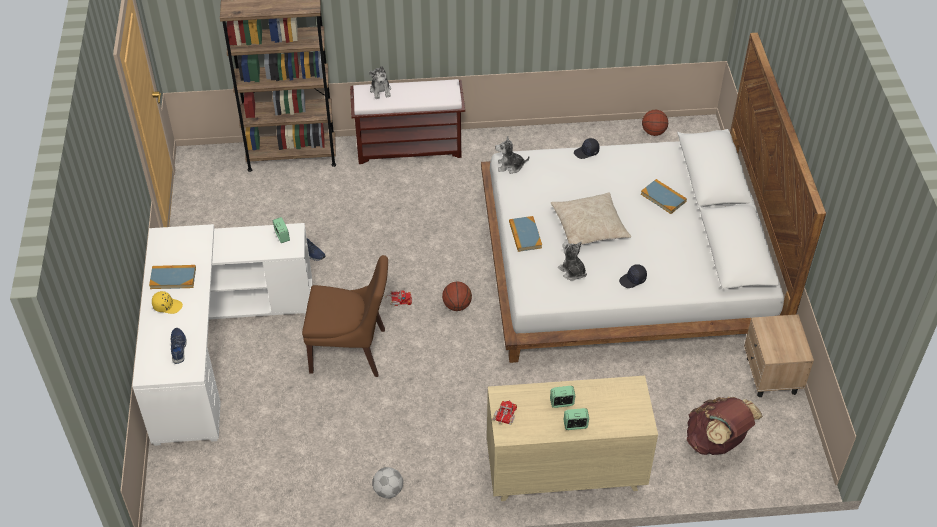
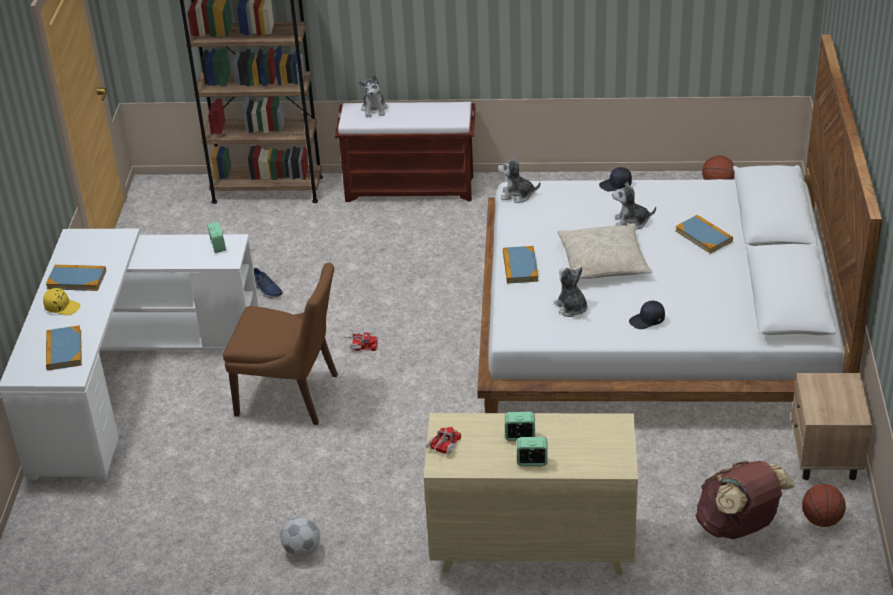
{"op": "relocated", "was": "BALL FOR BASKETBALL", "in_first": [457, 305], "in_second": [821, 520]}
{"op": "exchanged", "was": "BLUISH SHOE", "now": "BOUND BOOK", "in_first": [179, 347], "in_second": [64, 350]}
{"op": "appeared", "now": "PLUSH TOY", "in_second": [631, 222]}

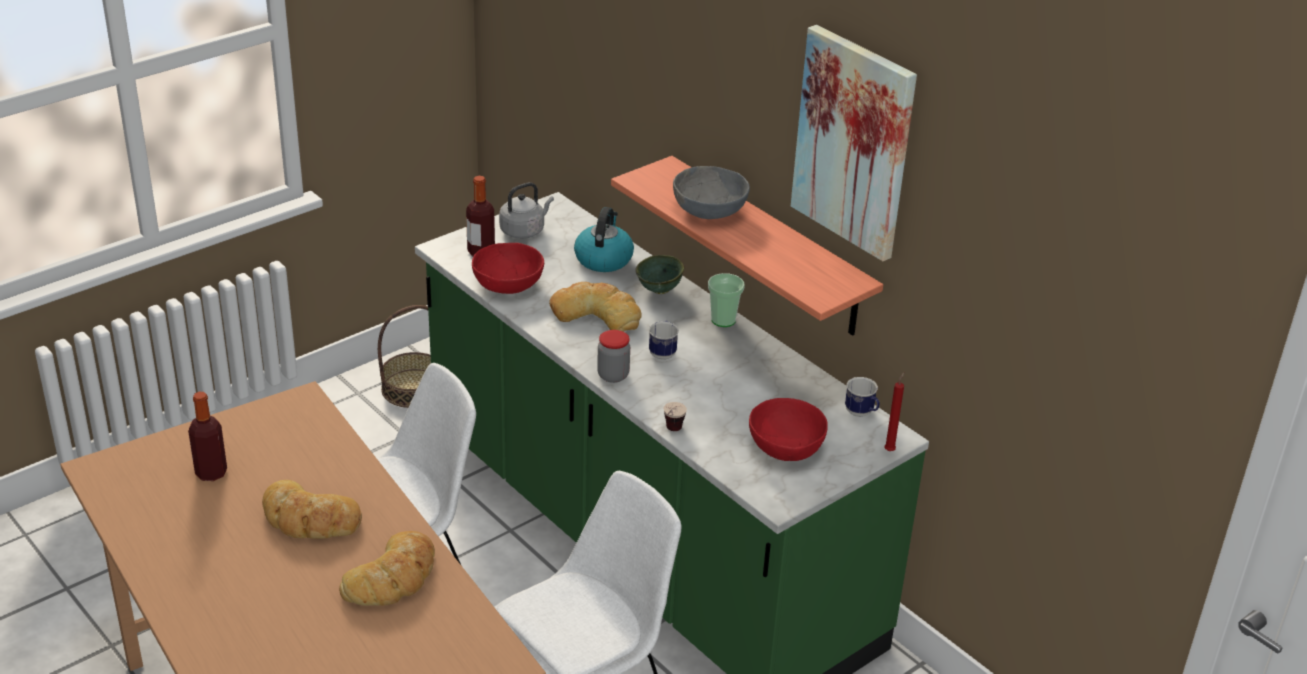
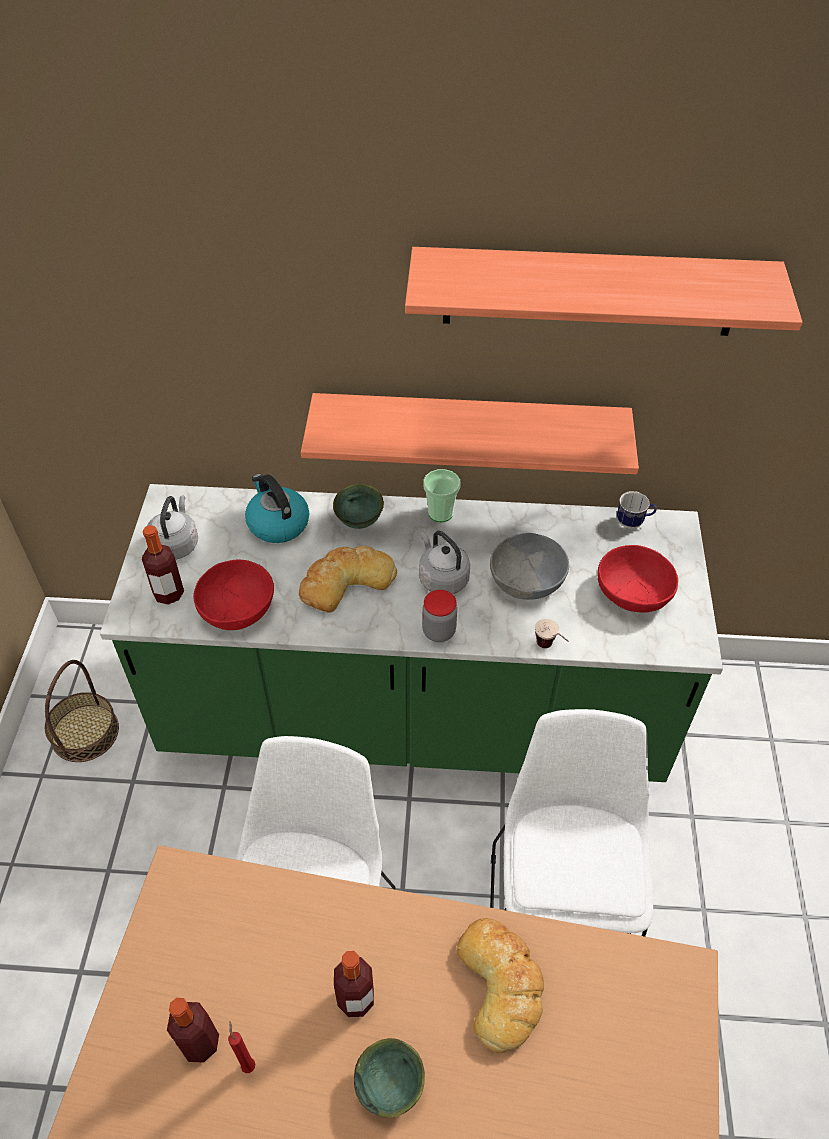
{"op": "exchanged", "was": "WALL PICTURE", "now": "WALL SHELF", "in_first": [854, 142], "in_second": [590, 292]}
{"op": "relocated", "was": "GREY DEEP DISH", "in_first": [709, 211], "in_second": [527, 581]}
{"op": "exchanged", "was": "MUG", "now": "GREY TEA KETTLE", "in_first": [663, 352], "in_second": [442, 578]}
{"op": "relocated", "was": "REDDISH WAX CANDLE", "in_first": [890, 450], "in_second": [248, 1064]}
{"op": "exchanged", "was": "BREAD", "now": "DRINK BOTTLE", "in_first": [309, 519], "in_second": [355, 999]}
{"op": "appeared", "now": "GREEN DEEP DISH", "in_second": [391, 1087]}

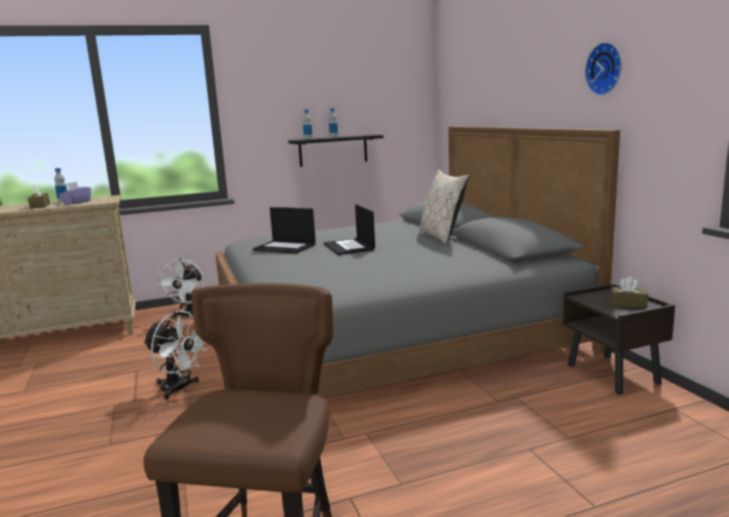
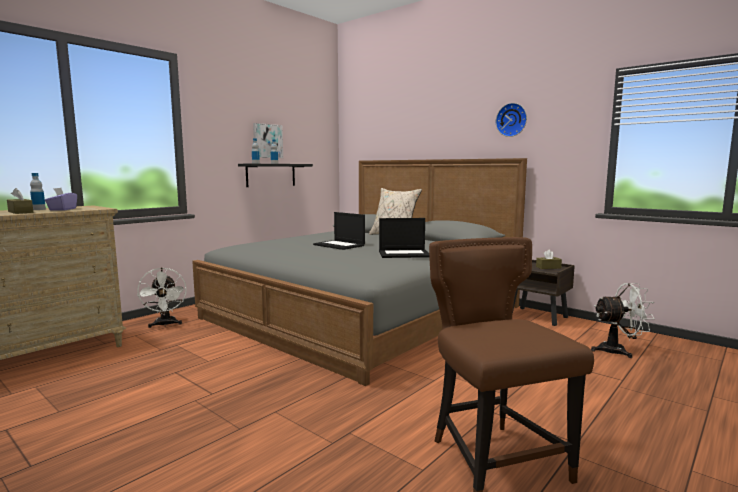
{"op": "relocated", "was": "NOTEBOOK COMPUTER", "in_first": [285, 247], "in_second": [404, 254]}
{"op": "relocated", "was": "WHITISH ELECTRIC FAN", "in_first": [180, 389], "in_second": [618, 351]}
{"op": "appeared", "now": "WALL PICTURE", "in_second": [267, 141]}

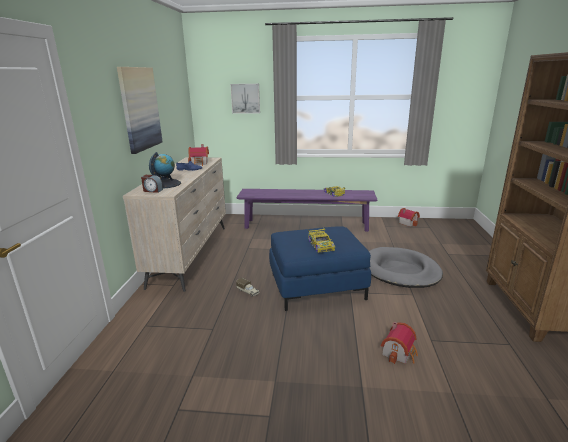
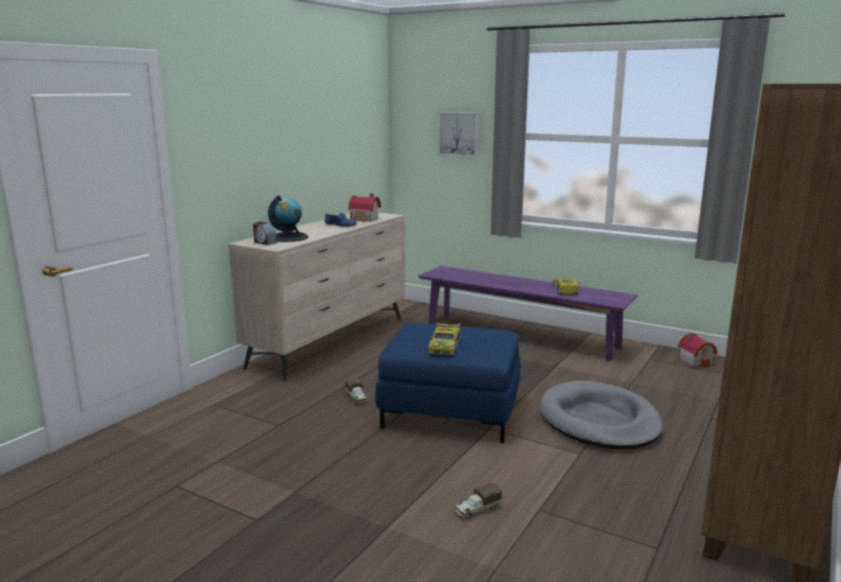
{"op": "missing", "was": "WALL PICTURE", "in_first": [140, 109]}
{"op": "exchanged", "was": "MINIATURE HOUSE", "now": "TOY LORRY", "in_first": [399, 352], "in_second": [477, 509]}

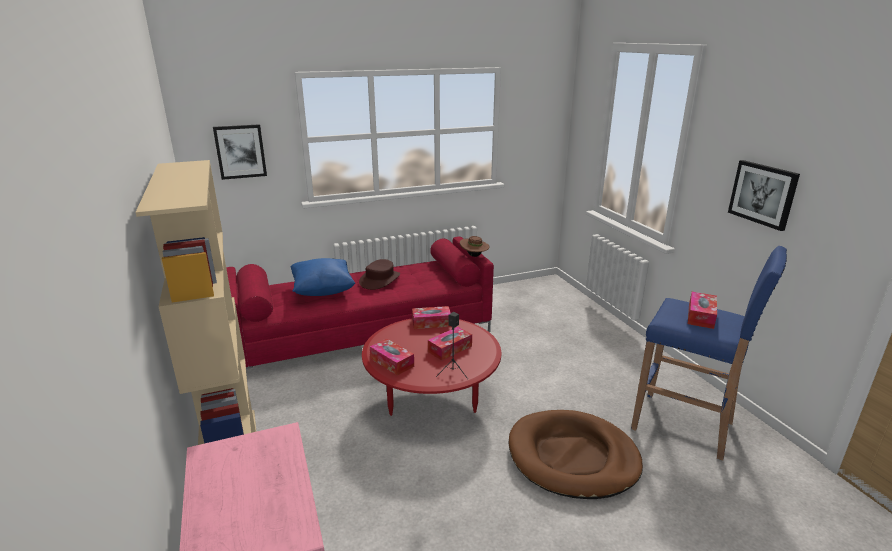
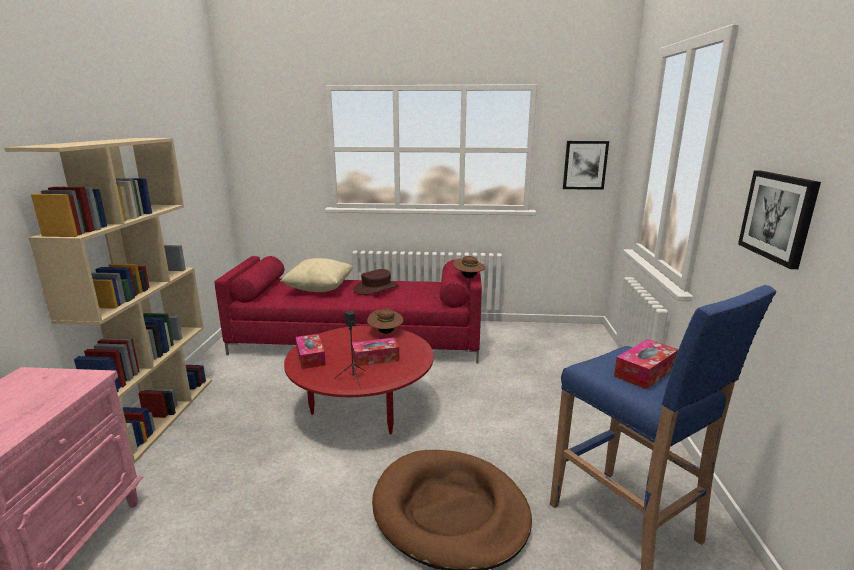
{"op": "relocated", "was": "WALL PICTURE", "in_first": [240, 151], "in_second": [585, 165]}
{"op": "colour", "was": "BLUISH PILLOW", "now": "BEIGE-COLOURED PILLOW", "in_first": [323, 291], "in_second": [319, 289]}
{"op": "exchanged", "was": "TISSUE BOX", "now": "BROWNISH HAT", "in_first": [431, 323], "in_second": [385, 332]}

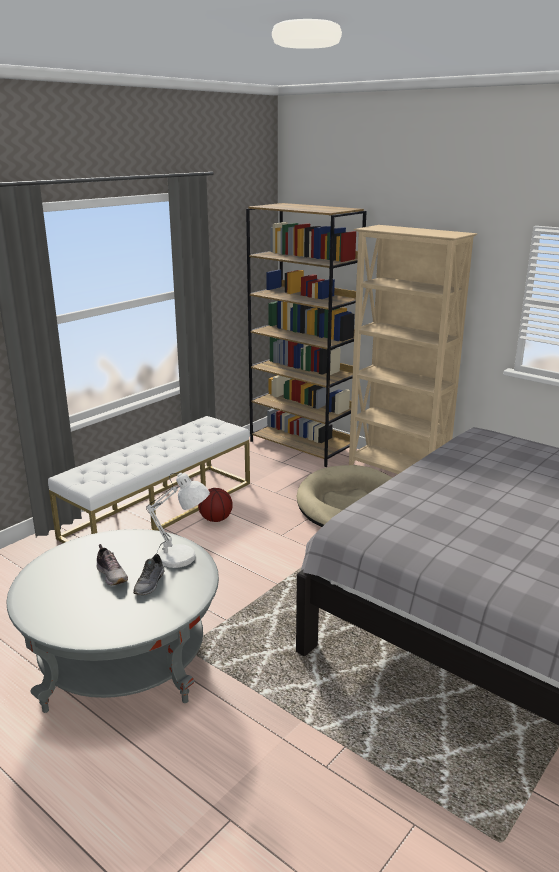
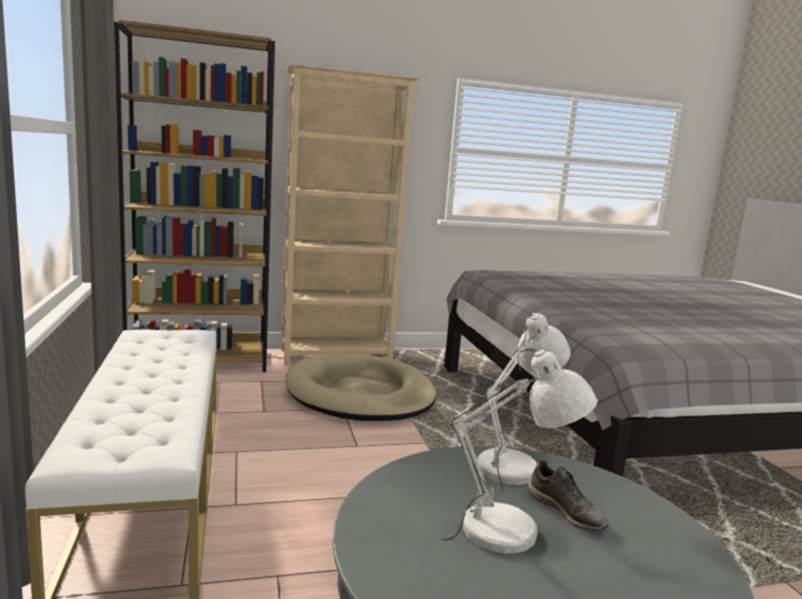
{"op": "missing", "was": "BALL FOR BASKETBALL", "in_first": [216, 519]}
{"op": "exchanged", "was": "SHOE", "now": "WHITISH TABLE LAMP", "in_first": [112, 575], "in_second": [510, 533]}

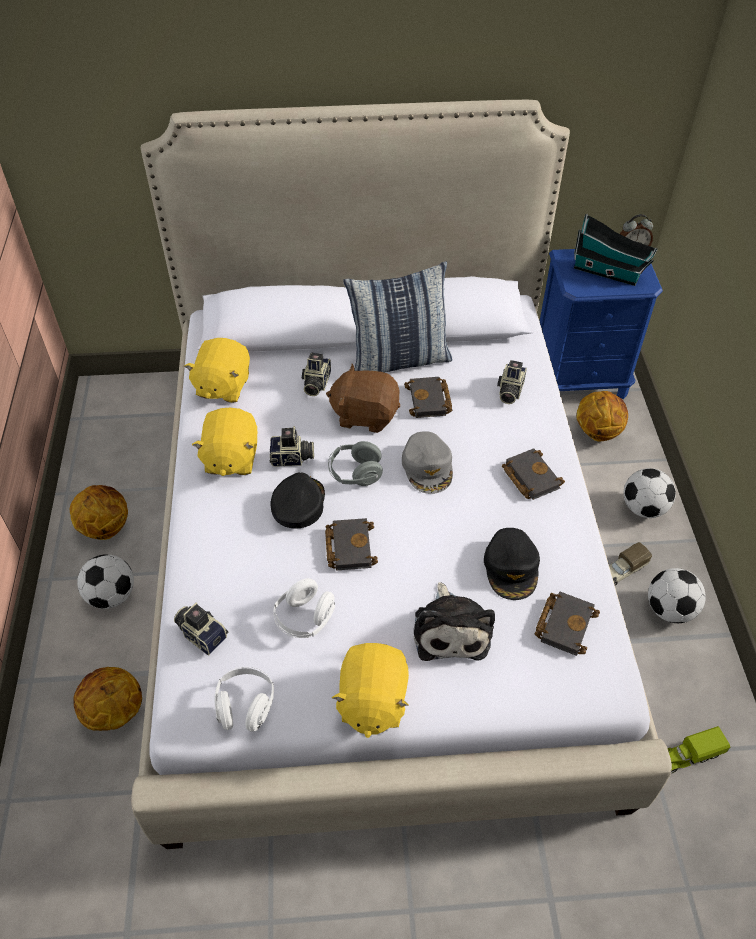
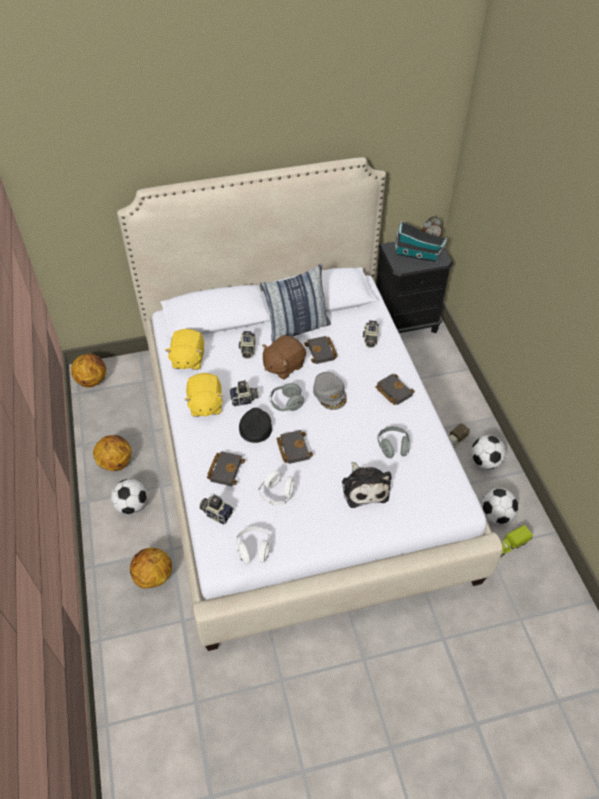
{"op": "colour", "was": "BLUISH NIGHT TABLE", "now": "BLACK NIGHT TABLE", "in_first": [580, 378], "in_second": [406, 323]}
{"op": "spun", "was": "BROWNISH PLUSH TOY", "in_first": [365, 414], "in_second": [283, 366], "clockwise": -45}
{"op": "relocated", "was": "BALL FOR BASKETBALL", "in_first": [597, 431], "in_second": [92, 380]}
{"op": "relocated", "was": "FOOTBALL", "in_first": [643, 508], "in_second": [496, 515]}
{"op": "exchanged", "was": "BLACK CAP", "now": "GREY PAIR OF HEADPHONES", "in_first": [512, 567], "in_second": [393, 447]}
{"op": "relocated", "was": "BLACK BOUND BOOK", "in_first": [564, 623], "in_second": [225, 469]}
{"op": "missing", "was": "YELLOWISH PLUSH TOY", "in_first": [372, 701]}

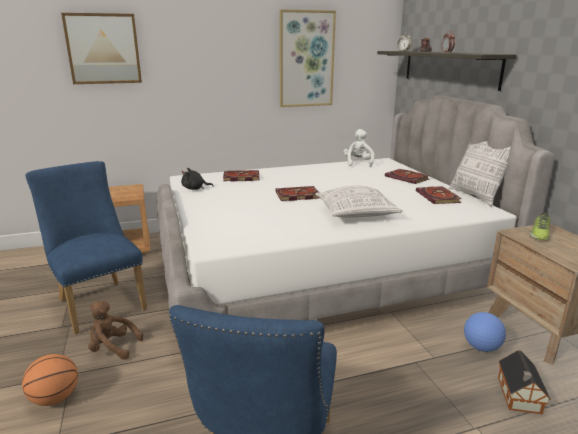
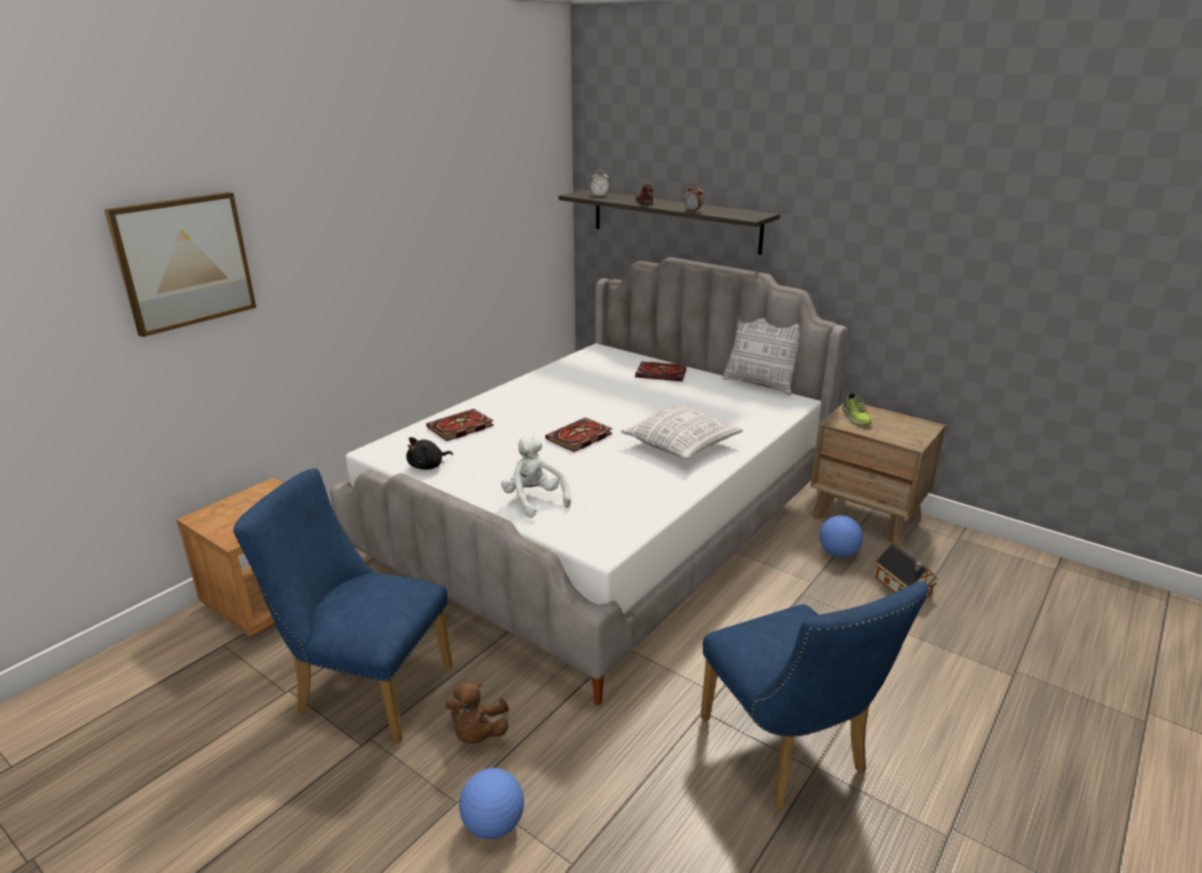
{"op": "missing", "was": "WALL PICTURE", "in_first": [306, 59]}
{"op": "relocated", "was": "WHITISH PLUSH TOY", "in_first": [358, 163], "in_second": [534, 500]}
{"op": "missing", "was": "BOUND BOOK", "in_first": [439, 197]}
{"op": "spun", "was": "BROWNISH PLUSH TOY", "in_first": [113, 348], "in_second": [477, 733], "clockwise": -60}
{"op": "exchanged", "was": "BALL FOR BASKETBALL", "now": "FOOTBALL", "in_first": [55, 398], "in_second": [493, 825]}

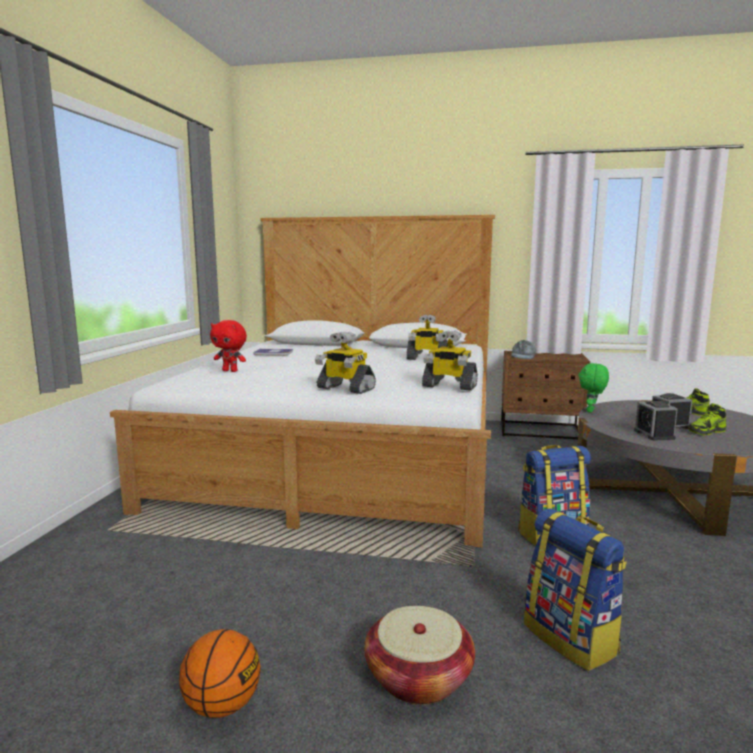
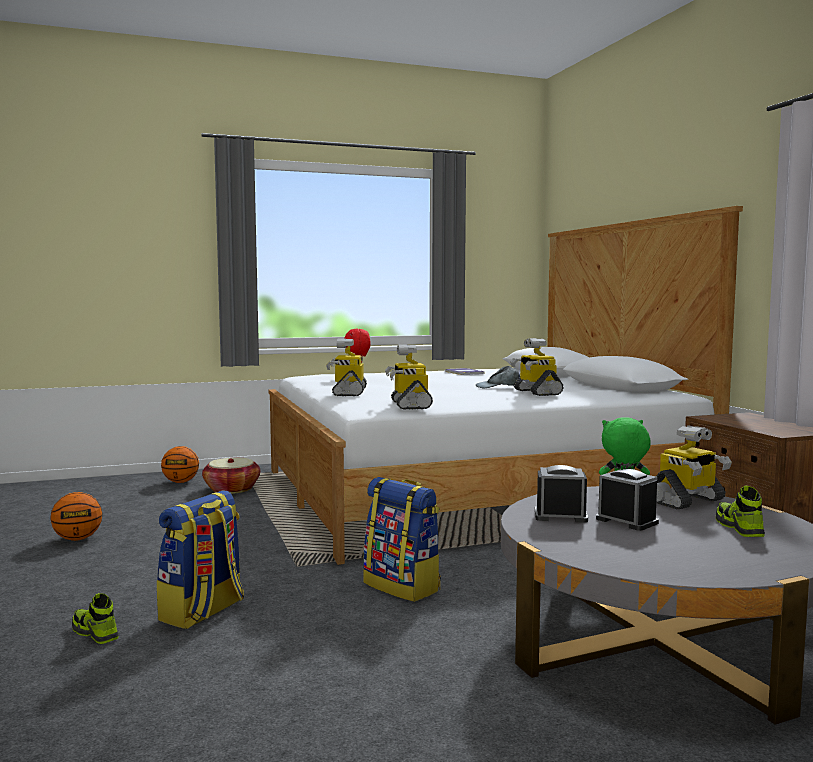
{"op": "relocated", "was": "GREY CAP", "in_first": [523, 356], "in_second": [499, 386]}
{"op": "spun", "was": "TABLE CLOCK", "in_first": [654, 434], "in_second": [560, 516], "clockwise": 45}
{"op": "relocated", "was": "SHOE", "in_first": [706, 432], "in_second": [95, 633]}
{"op": "relocated", "was": "STORAGE BASKET", "in_first": [418, 678], "in_second": [232, 489]}
{"op": "appeared", "now": "TOY ROBOT", "in_second": [686, 501]}
{"op": "appeared", "now": "BALL FOR BASKETBALL", "in_second": [181, 482]}

